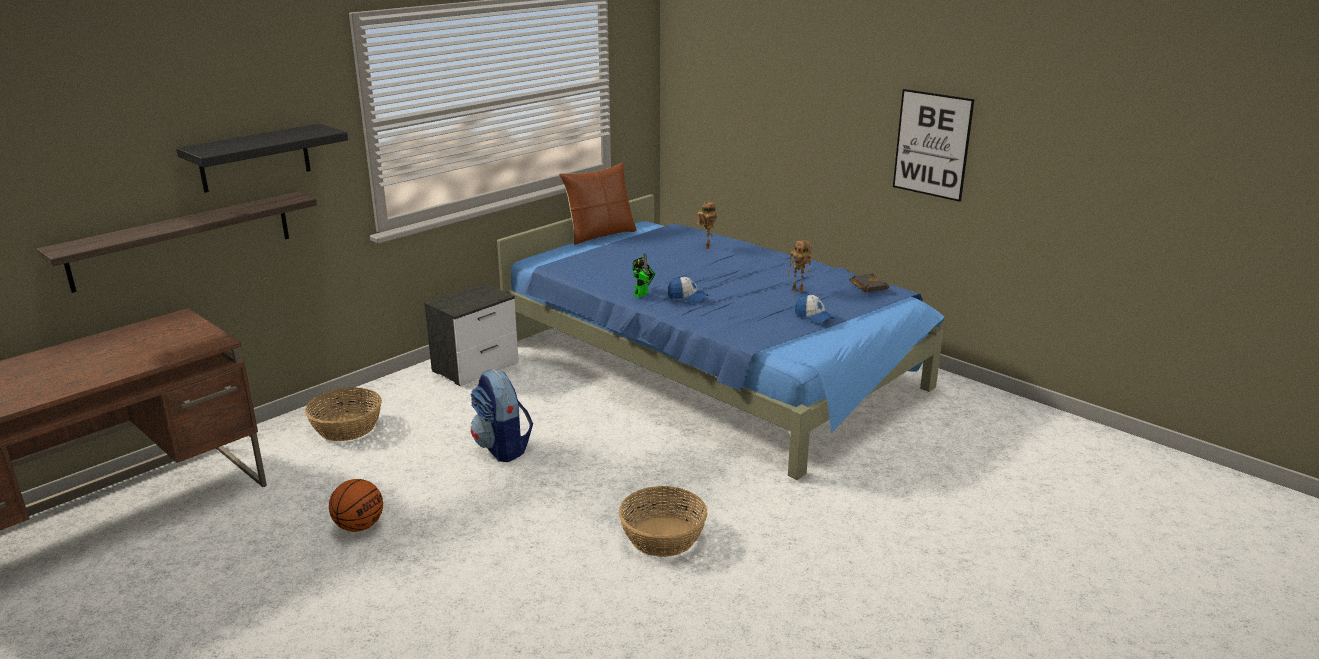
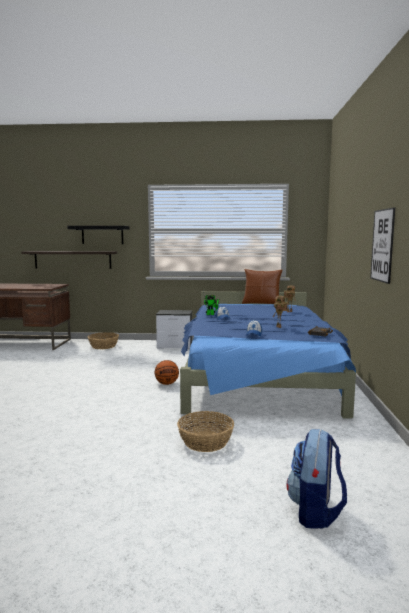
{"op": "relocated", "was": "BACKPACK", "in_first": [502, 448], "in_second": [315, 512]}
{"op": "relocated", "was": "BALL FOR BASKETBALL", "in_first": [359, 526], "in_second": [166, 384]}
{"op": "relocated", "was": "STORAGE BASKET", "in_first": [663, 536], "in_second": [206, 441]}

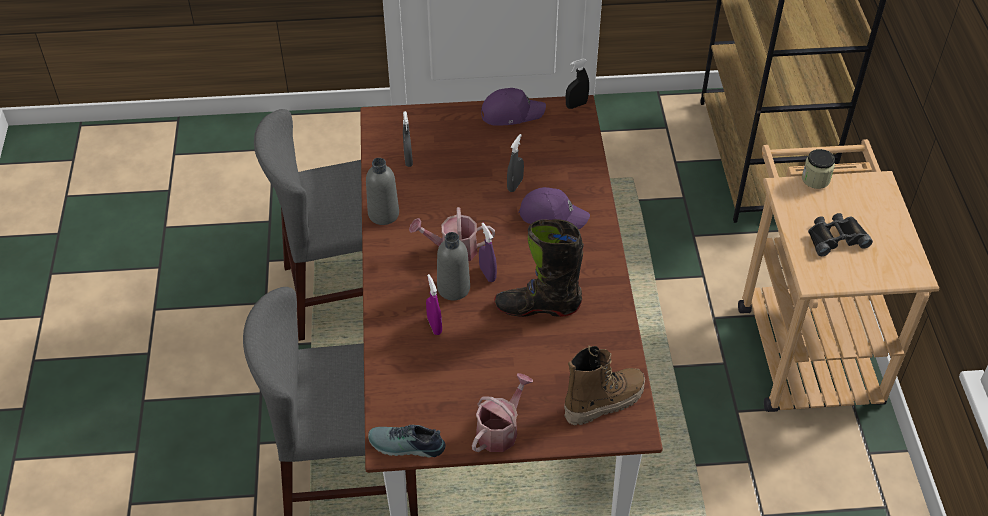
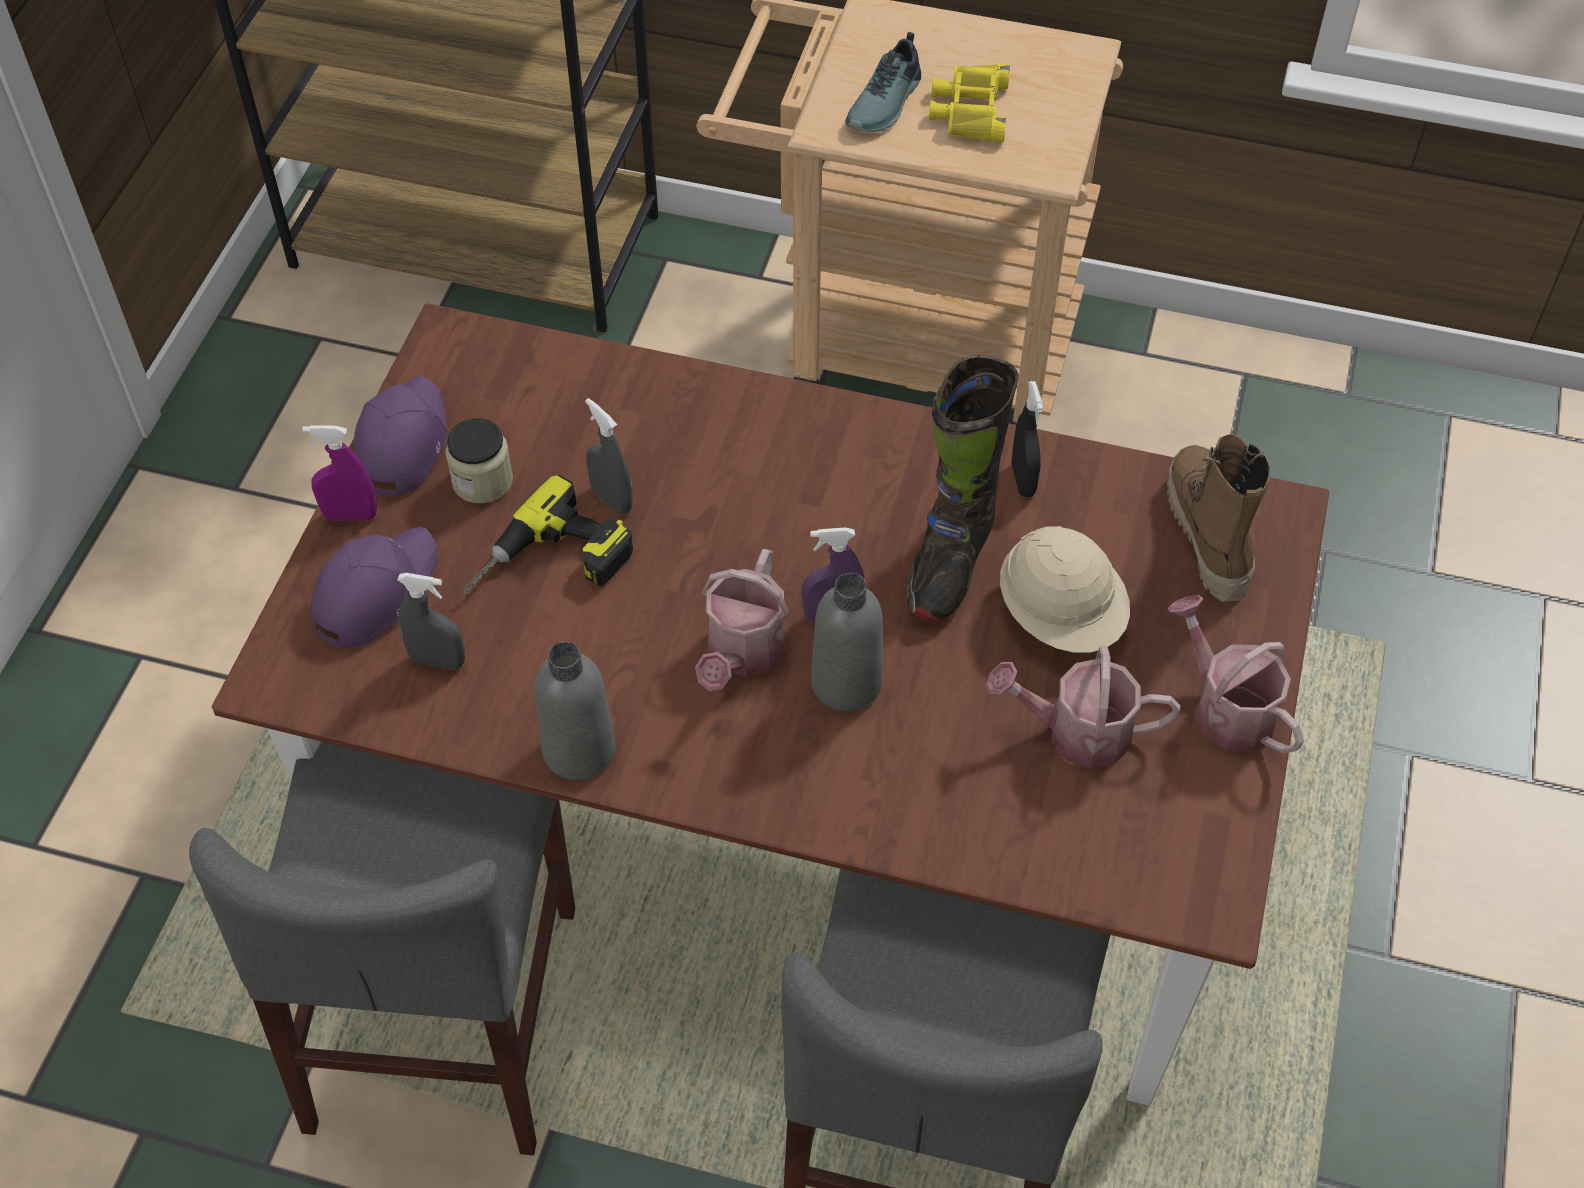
{"op": "relocated", "was": "BLACK SPRAY BOTTLE", "in_first": [576, 105], "in_second": [1023, 480]}
{"op": "relocated", "was": "JAR", "in_first": [815, 179], "in_second": [482, 481]}
{"op": "relocated", "was": "PURPLISH CAP", "in_first": [552, 215], "in_second": [374, 592]}
{"op": "colour", "was": "BLACK BINOCULARS", "now": "YELLOWISH BINOCULARS", "in_first": [835, 238], "in_second": [969, 110]}
{"op": "relocated", "was": "PURPLISH SPRAY BOTTLE", "in_first": [434, 326], "in_second": [350, 515]}
{"op": "relocated", "was": "SHOE", "in_first": [406, 446], "in_second": [887, 103]}
{"op": "appeared", "now": "ELECTRIC DRILL", "in_second": [550, 566]}
{"op": "appeared", "now": "BEIGE-COLOURED WORK HELMET", "in_second": [1061, 615]}
{"op": "appeared", "now": "WATERING CAN", "in_second": [1076, 732]}

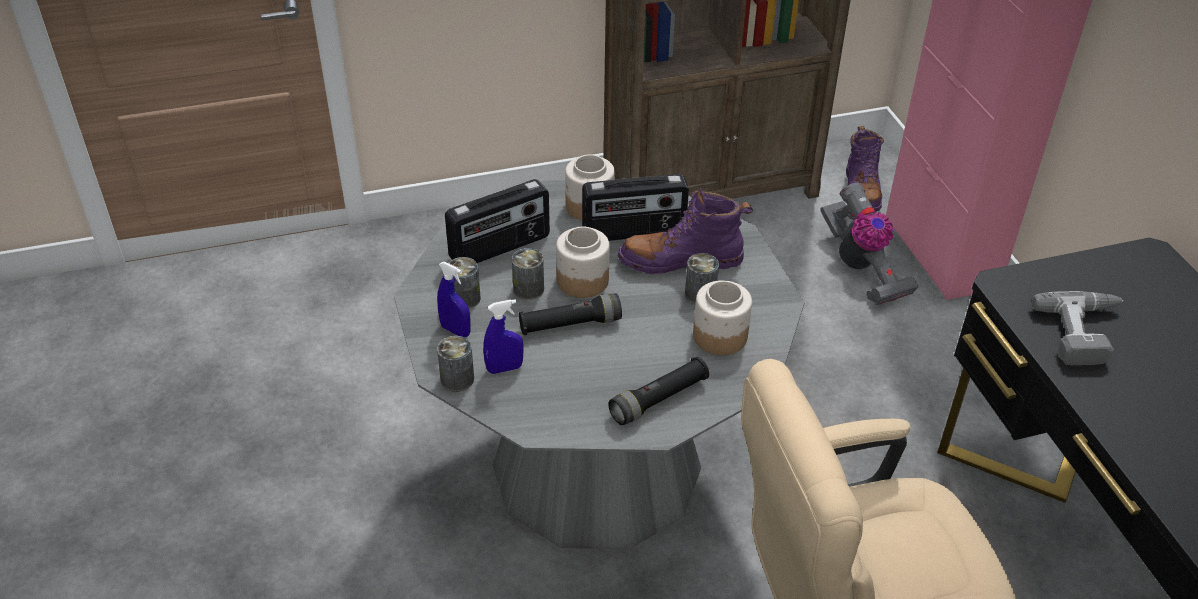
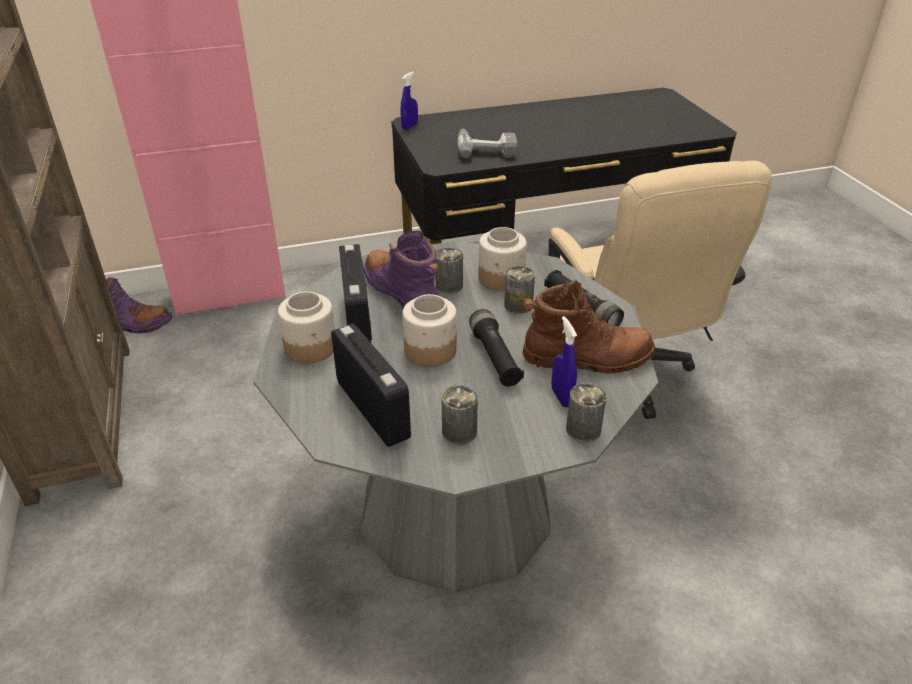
{"op": "missing", "was": "VACUUM CLEANER", "in_first": [861, 268]}
{"op": "spun", "was": "PURPLISH TALL BOOT", "in_first": [680, 260], "in_second": [402, 294], "clockwise": 150}
{"op": "relocated", "was": "METAL CAN", "in_first": [528, 289], "in_second": [518, 305]}
{"op": "relocated", "was": "BLUISH SPRAY BOTTLE", "in_first": [455, 330], "in_second": [409, 126]}
{"op": "appeared", "now": "BROWNISH TALL BOOT", "in_second": [587, 358]}

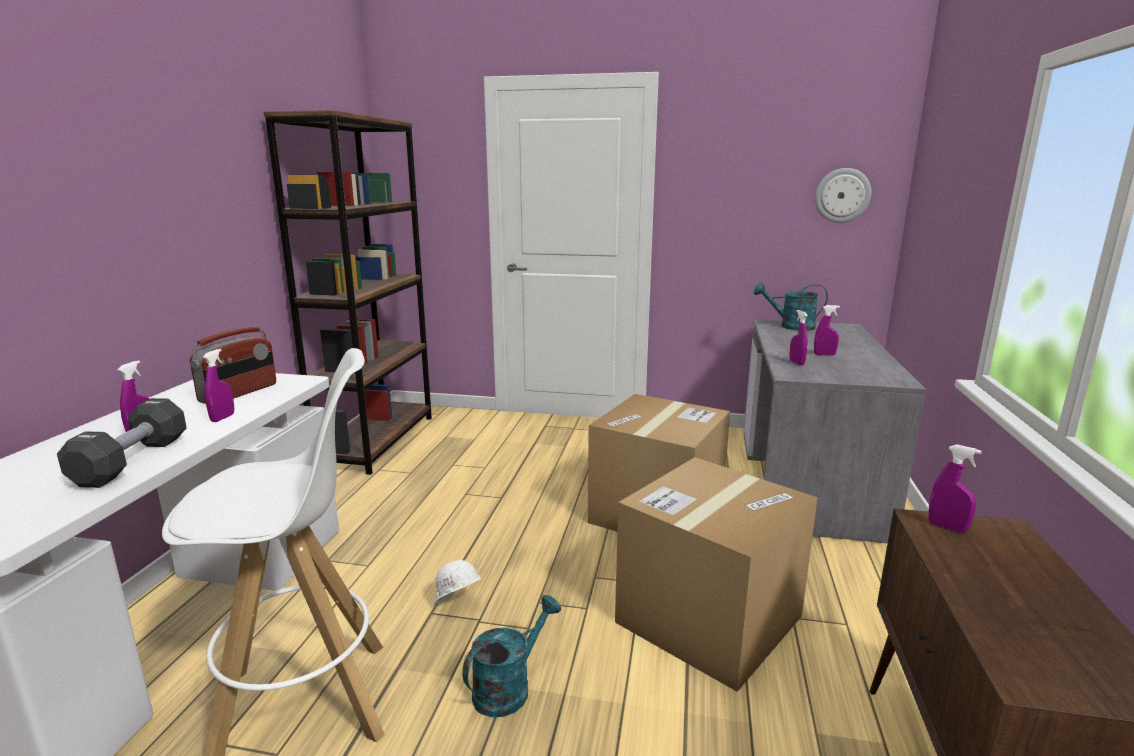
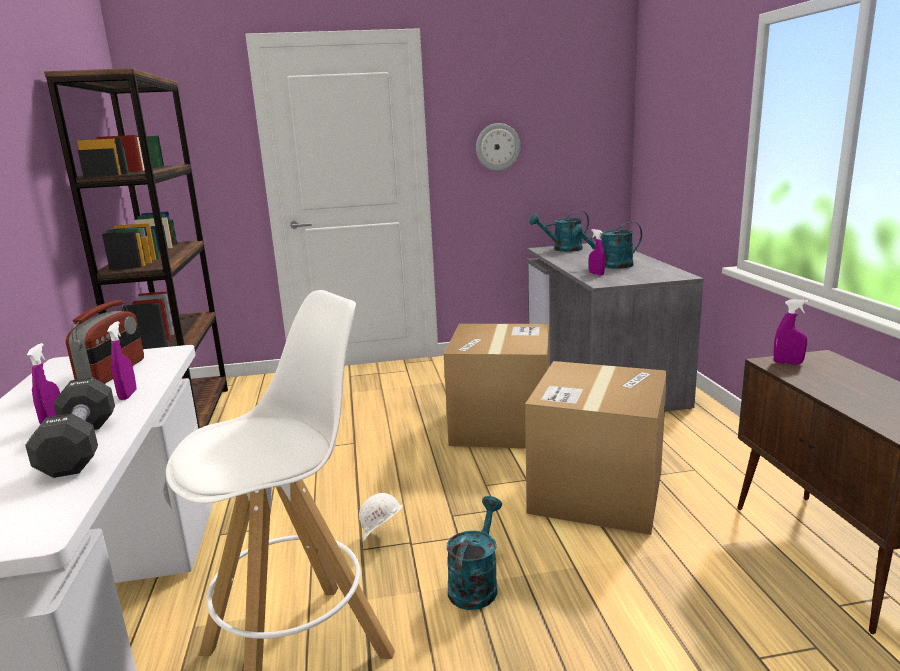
{"op": "relocated", "was": "HANGING CLOCK", "in_first": [842, 195], "in_second": [497, 147]}
{"op": "exchanged", "was": "PURPLISH SPRAY BOTTLE", "now": "TURQUOISE WATERING CAN", "in_first": [824, 354], "in_second": [610, 265]}

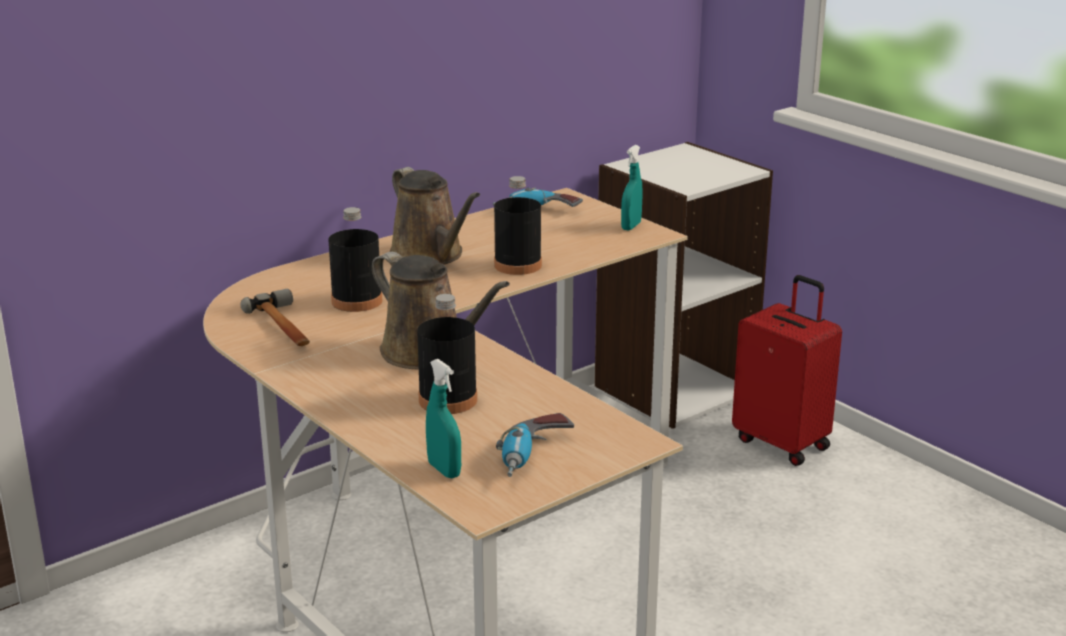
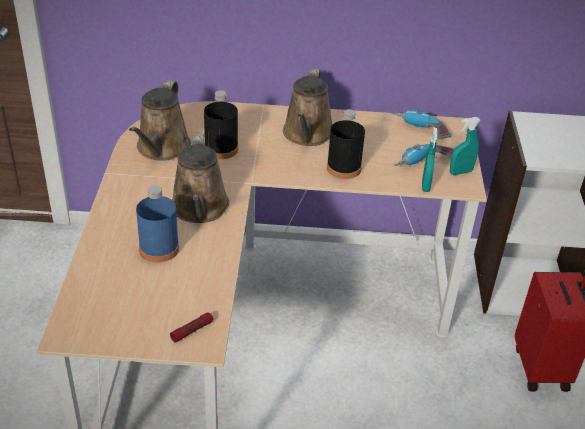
{"op": "exchanged", "was": "HAND HAMMER", "now": "BROWNISH WATERING CAN", "in_first": [285, 327], "in_second": [161, 148]}
{"op": "colour", "was": "BLACK DRINK BOTTLE", "now": "BLUISH DRINK BOTTLE", "in_first": [448, 400], "in_second": [159, 249]}
{"op": "relocated", "was": "TURQUOISE SPRAY BOTTLE", "in_first": [444, 470], "in_second": [425, 185]}
{"op": "relocated", "was": "ELECTRIC DRILL", "in_first": [533, 458], "in_second": [423, 164]}
{"op": "appeared", "now": "FLASHLIGHT", "in_second": [192, 331]}

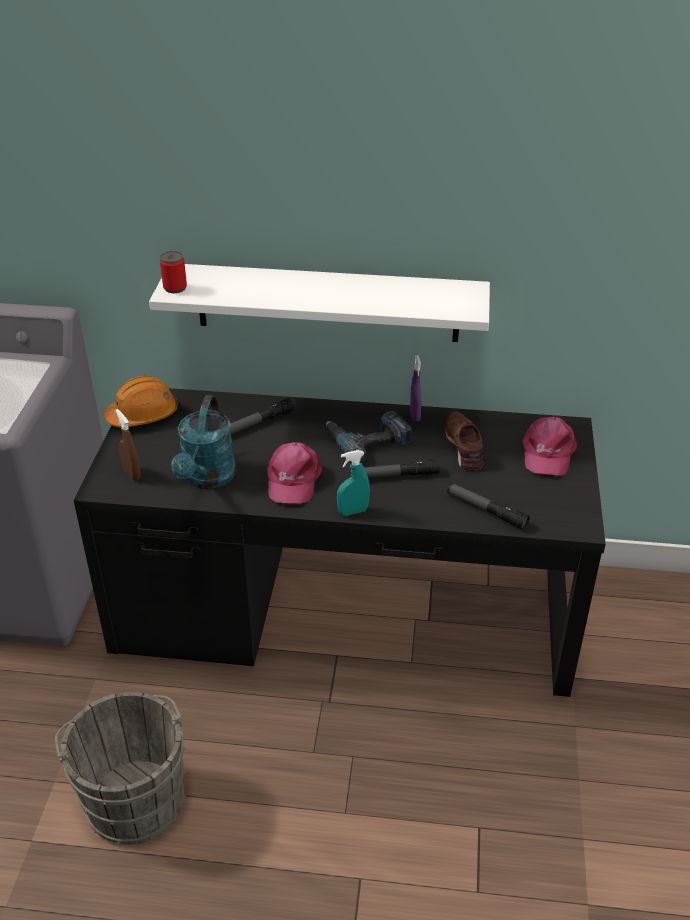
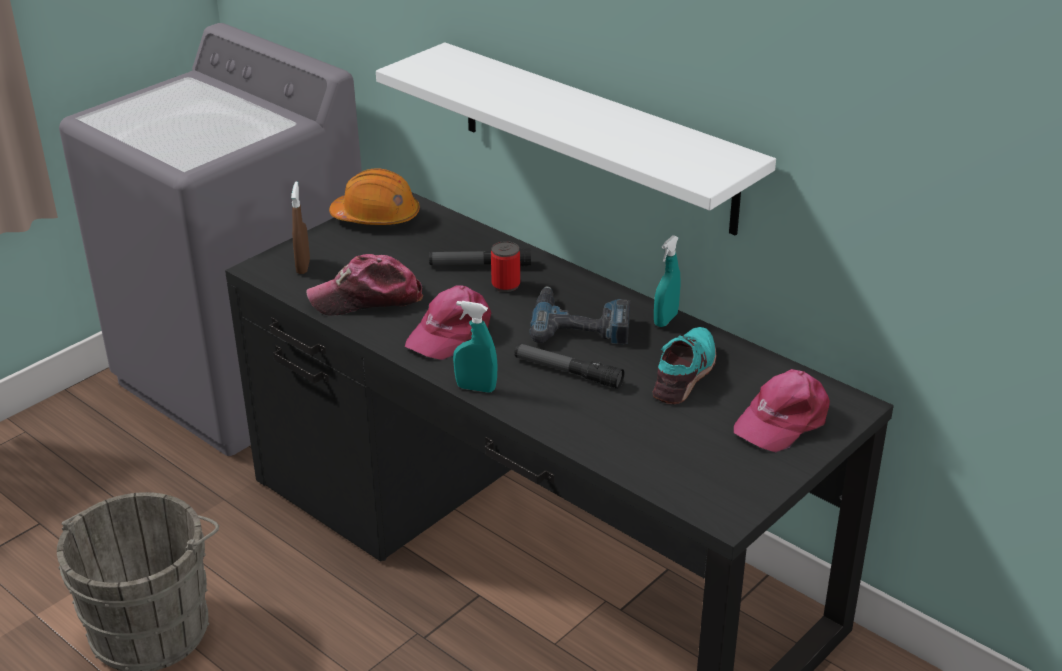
{"op": "relocated", "was": "METAL CAN", "in_first": [175, 288], "in_second": [506, 285]}
{"op": "colour", "was": "PURPLISH SPRAY BOTTLE", "now": "TURQUOISE SPRAY BOTTLE", "in_first": [414, 415], "in_second": [665, 320]}
{"op": "exchanged", "was": "TURQUOISE WATERING CAN", "now": "CAP", "in_first": [207, 479], "in_second": [367, 298]}
{"op": "colour", "was": "BROWNISH SHOE", "now": "TURQUOISE SHOE", "in_first": [465, 446], "in_second": [685, 374]}
{"op": "missing", "was": "FLASHLIGHT", "in_first": [486, 510]}

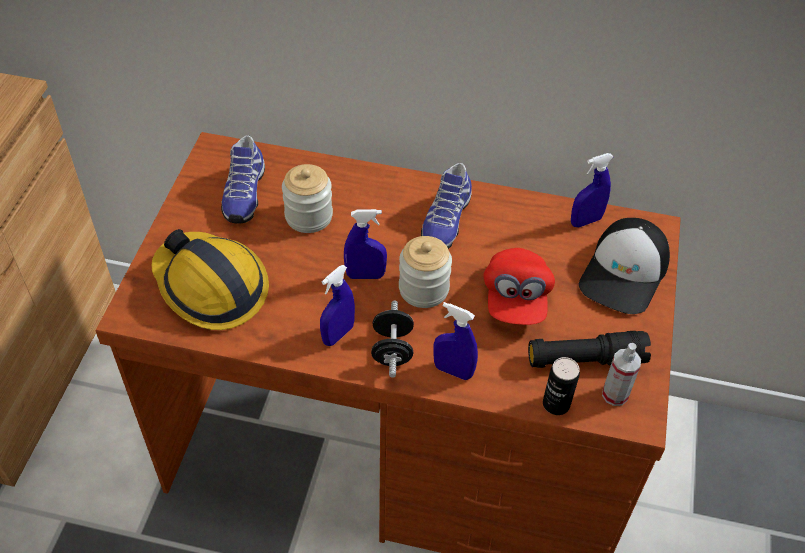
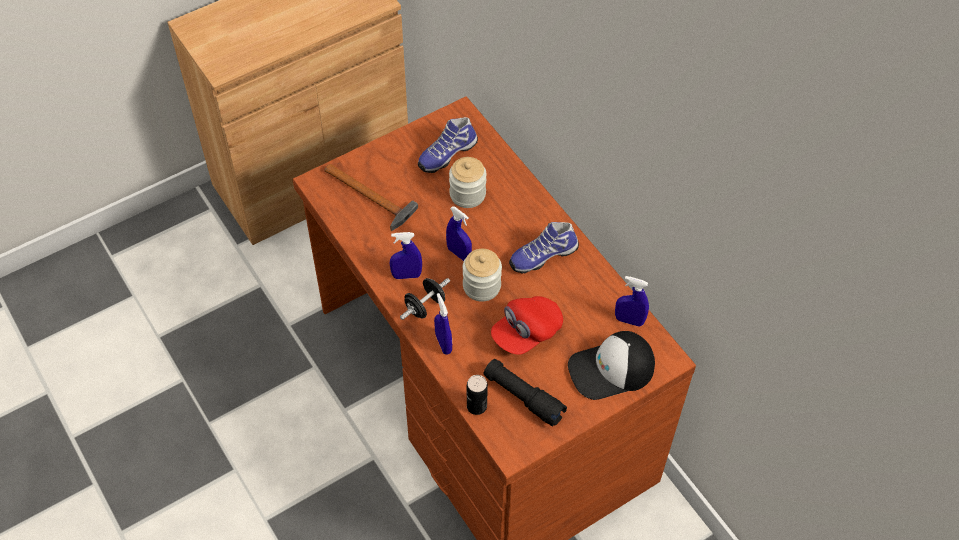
{"op": "exchanged", "was": "WORK HELMET", "now": "HAND HAMMER", "in_first": [211, 287], "in_second": [371, 198]}
{"op": "missing", "was": "SPRAY BOTTLE", "in_first": [615, 394]}

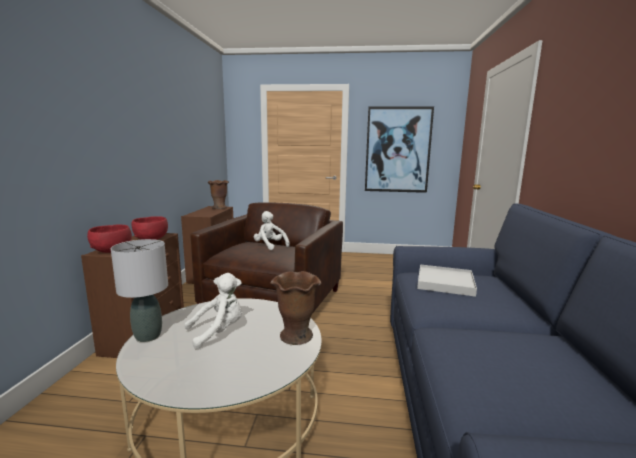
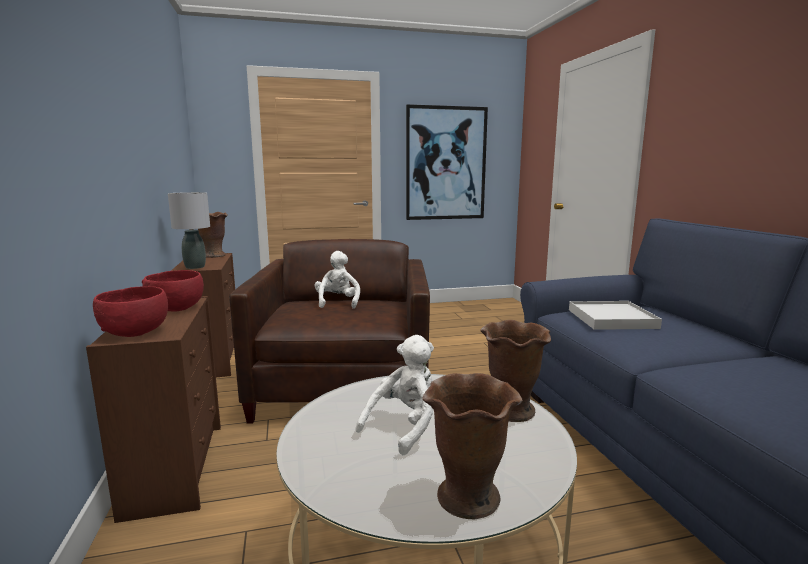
{"op": "spun", "was": "WHITISH PLUSH TOY", "in_first": [270, 246], "in_second": [337, 302], "clockwise": 60}
{"op": "relocated", "was": "GREY TABLE LAMP", "in_first": [147, 336], "in_second": [194, 267]}
{"op": "appeared", "now": "BROWNISH FLOWER VASE", "in_second": [467, 497]}

